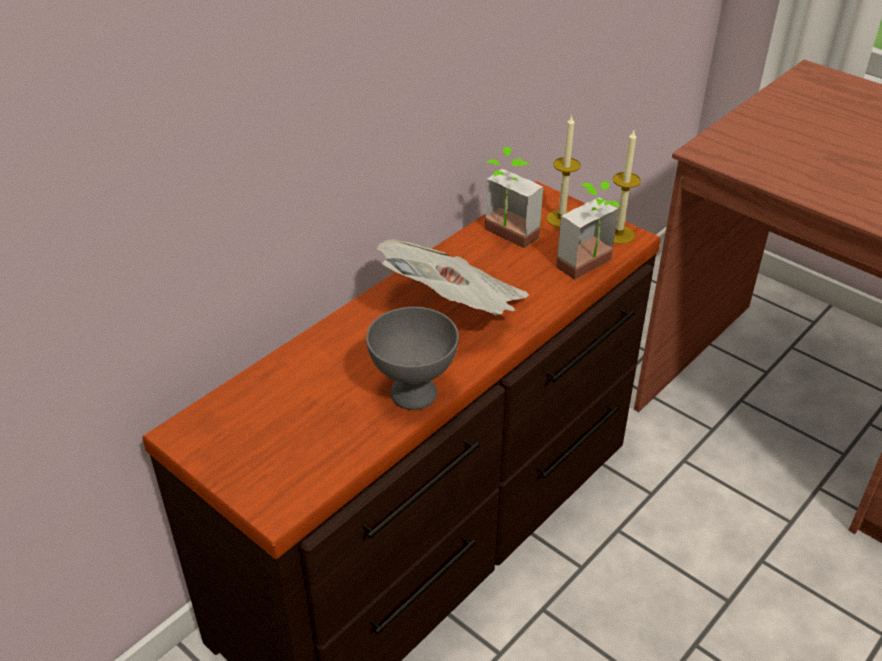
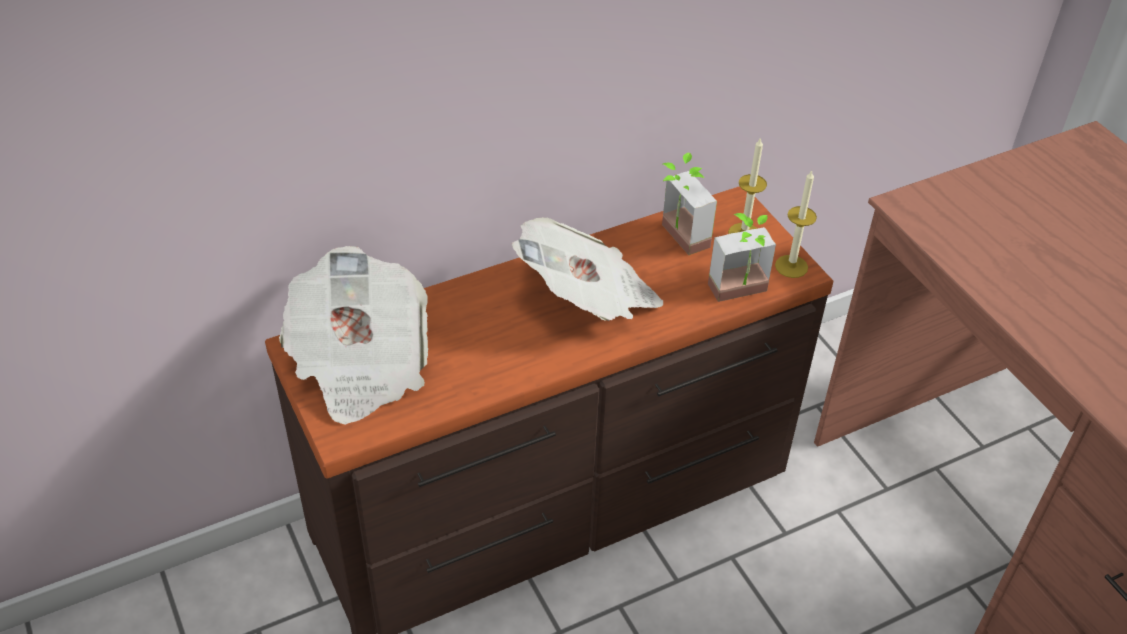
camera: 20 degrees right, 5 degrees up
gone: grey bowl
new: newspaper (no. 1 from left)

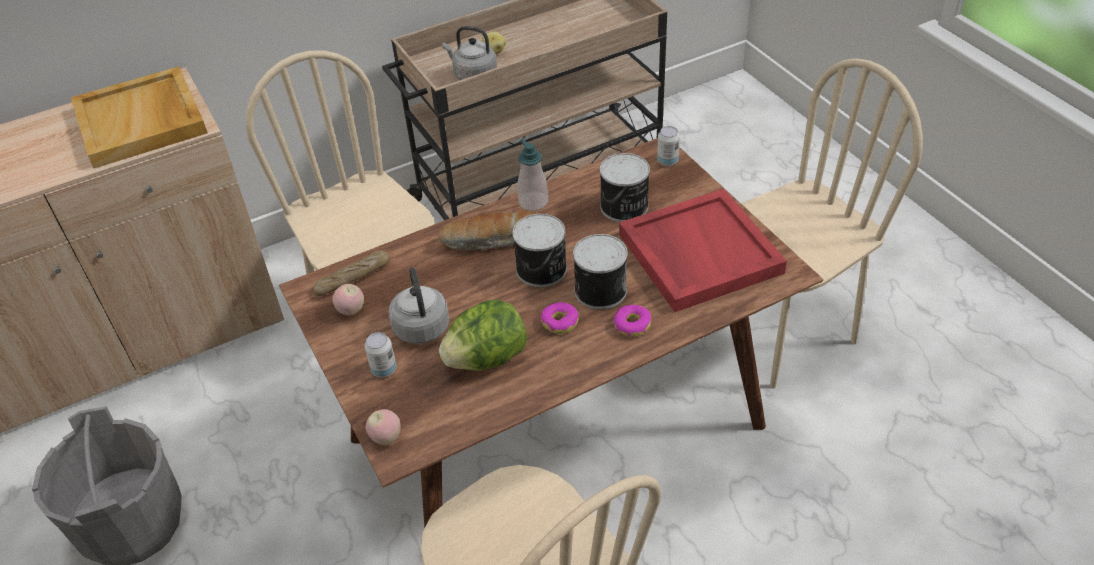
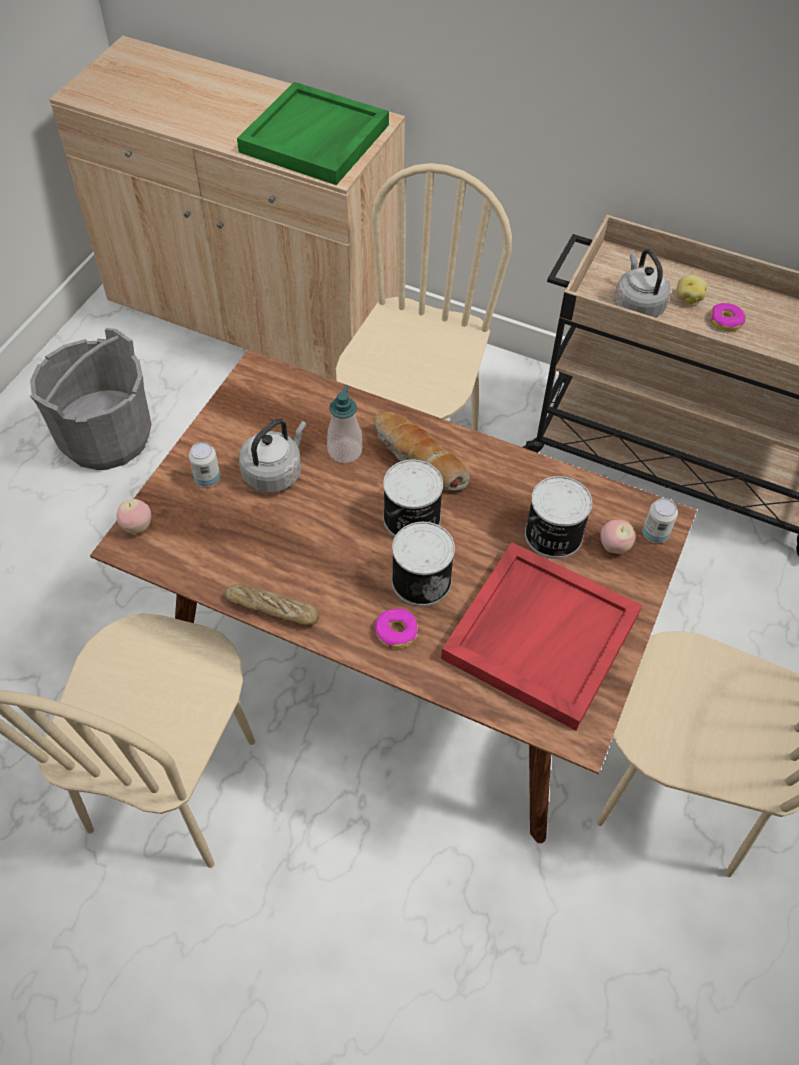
camera: 50 degrees right, 10 degrees up
gone: lettuce
shifted: bread (no. 1 from left); apple (no. 1 from left in the first image) to apple (no. 2 from left); soap dispenser; donut (no. 1 from left in the first image) to donut (no. 2 from left)
repainted: beige tray to green tray

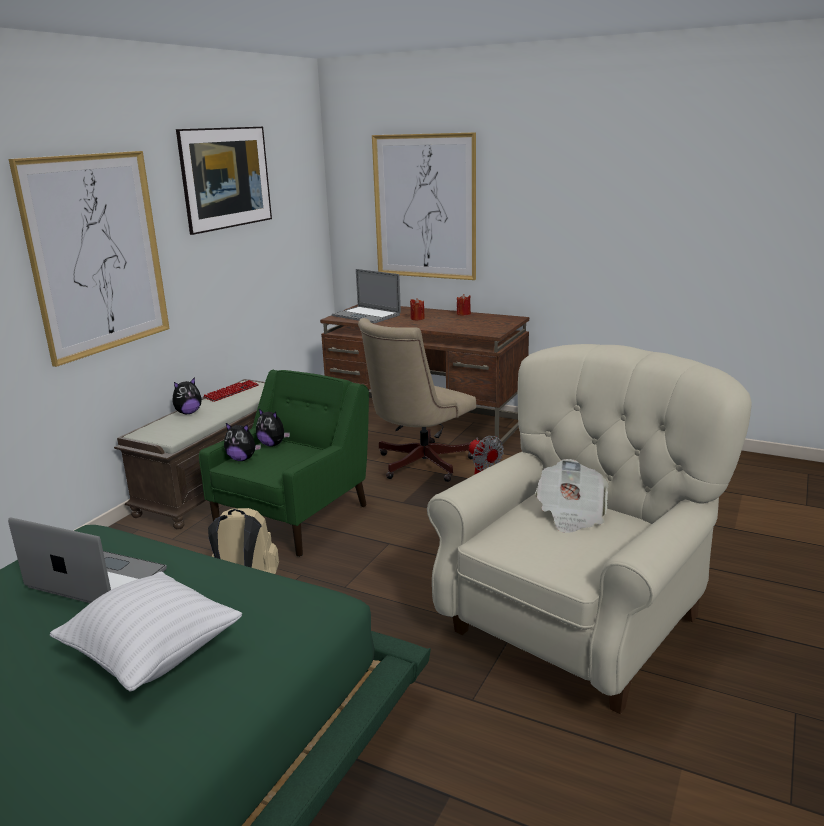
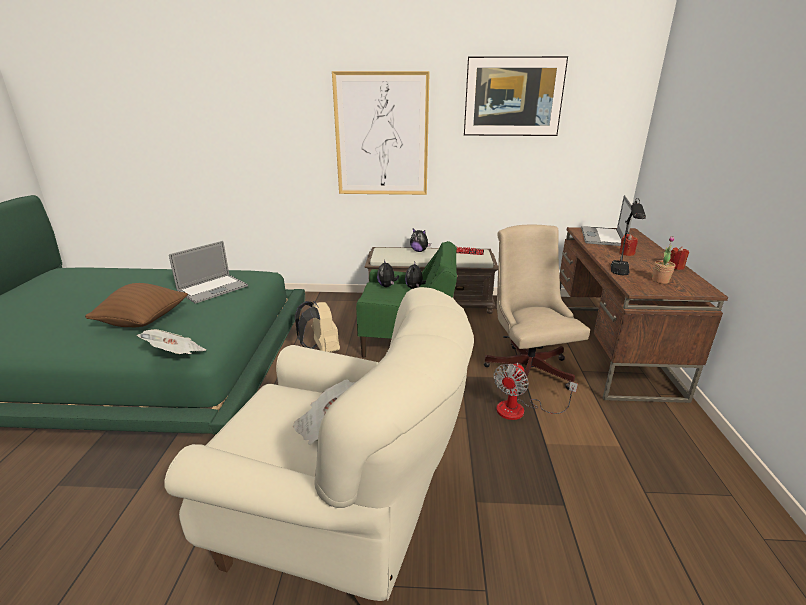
camera: 65 degrees right, 5 degrees up
gone: picture (no. 3 from left)
new: newspaper (no. 1 from left); black table lamp; potted plant
repainted: white pillow to brown pillow
rotated: laptop (no. 1 from left) 45 degrees clockwise; beige office chair 60 degrees clockwise

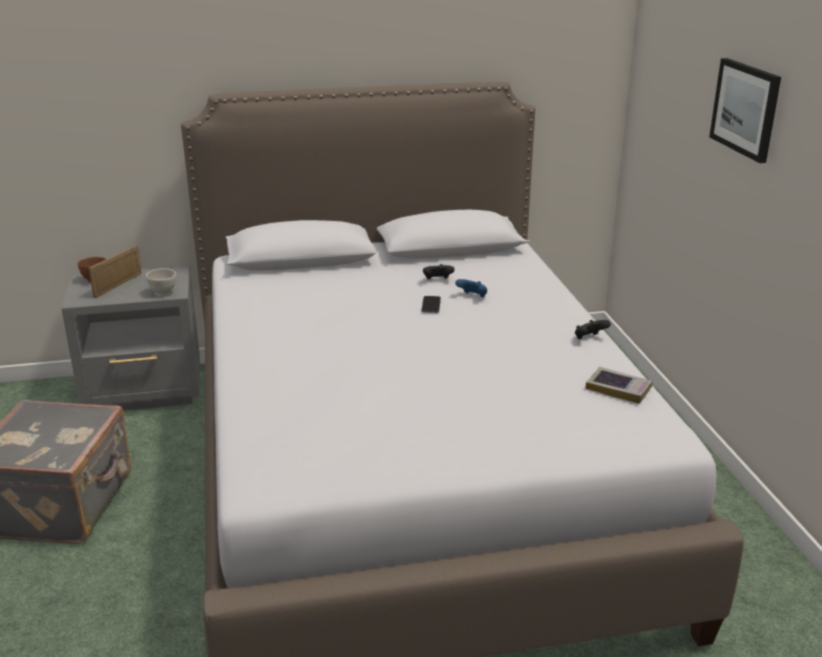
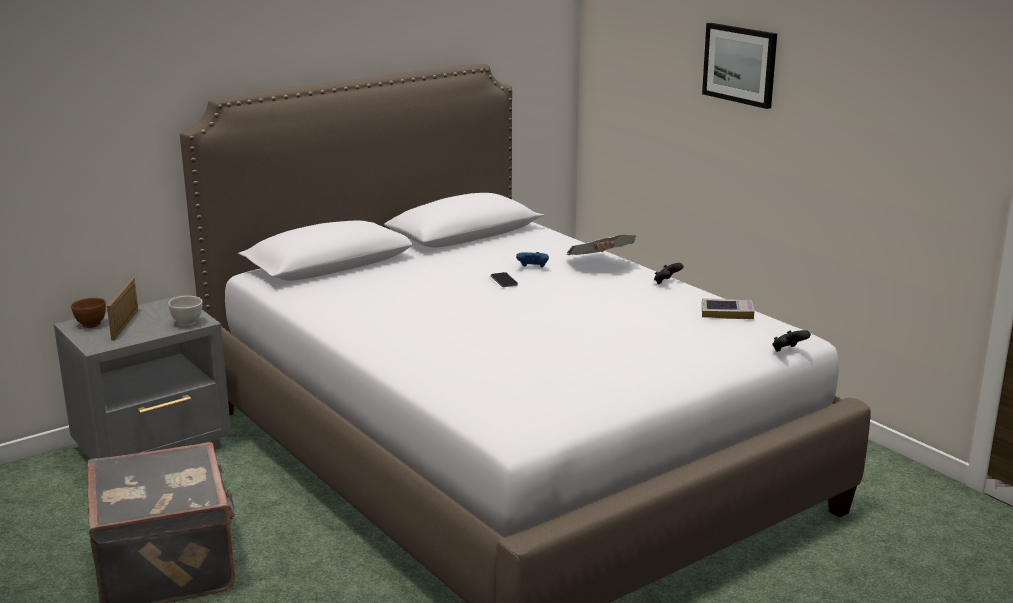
camera: 25 degrees left, 5 degrees down
new: newspaper
shifted: black game controller (no. 1 from left in the first image) to black game controller (no. 2 from left)

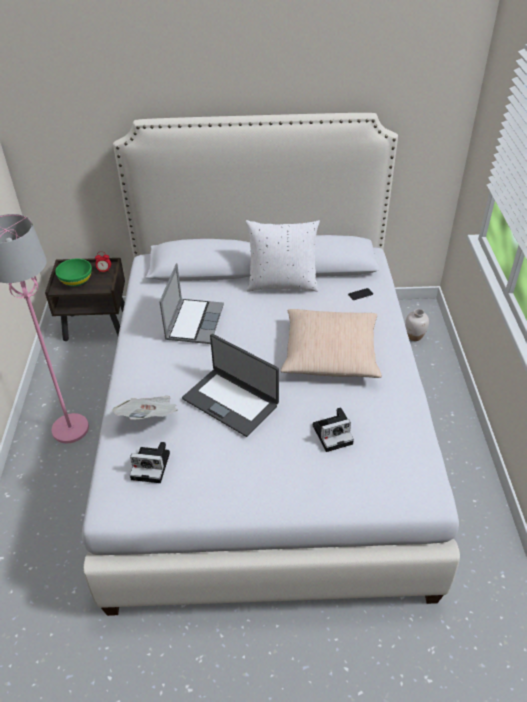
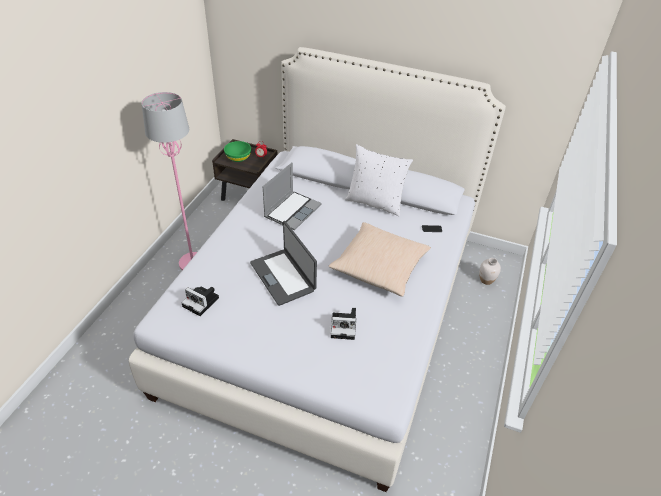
camera: 20 degrees right, 0 degrees up
gone: newspaper

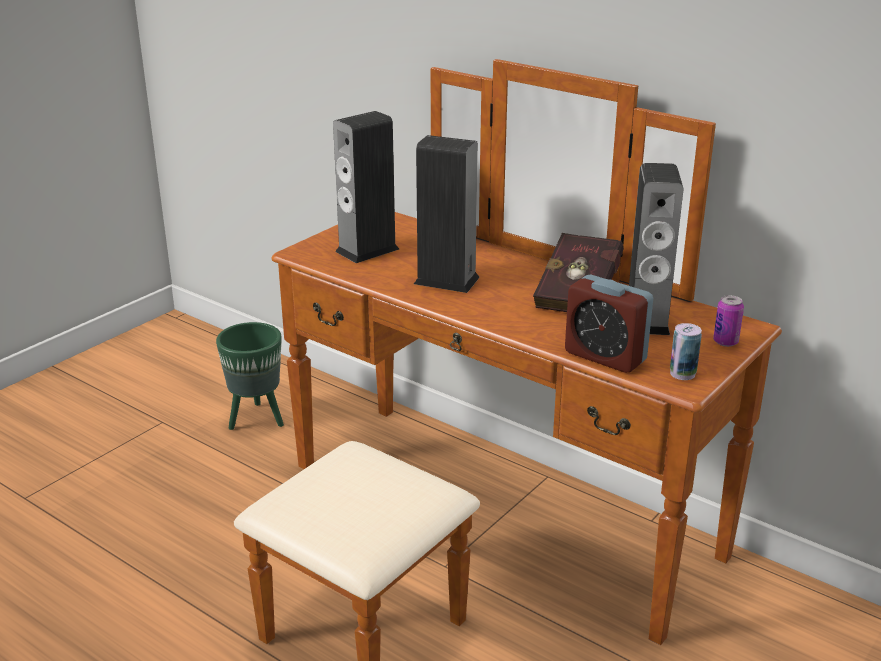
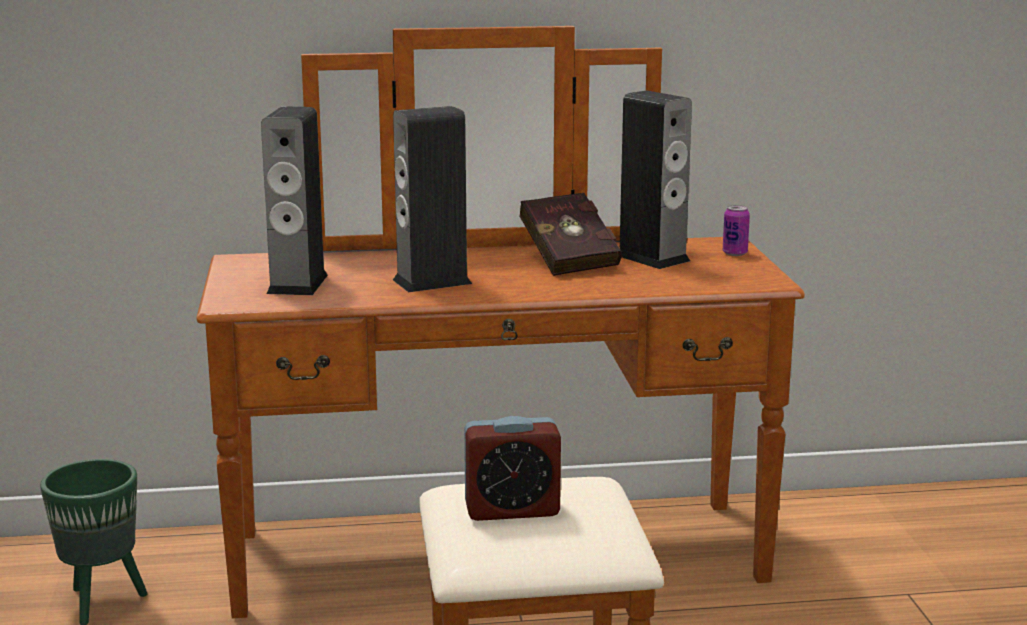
camera: 45 degrees left, 10 degrees down
gone: can (no. 1 from left)
shifted: alarm clock

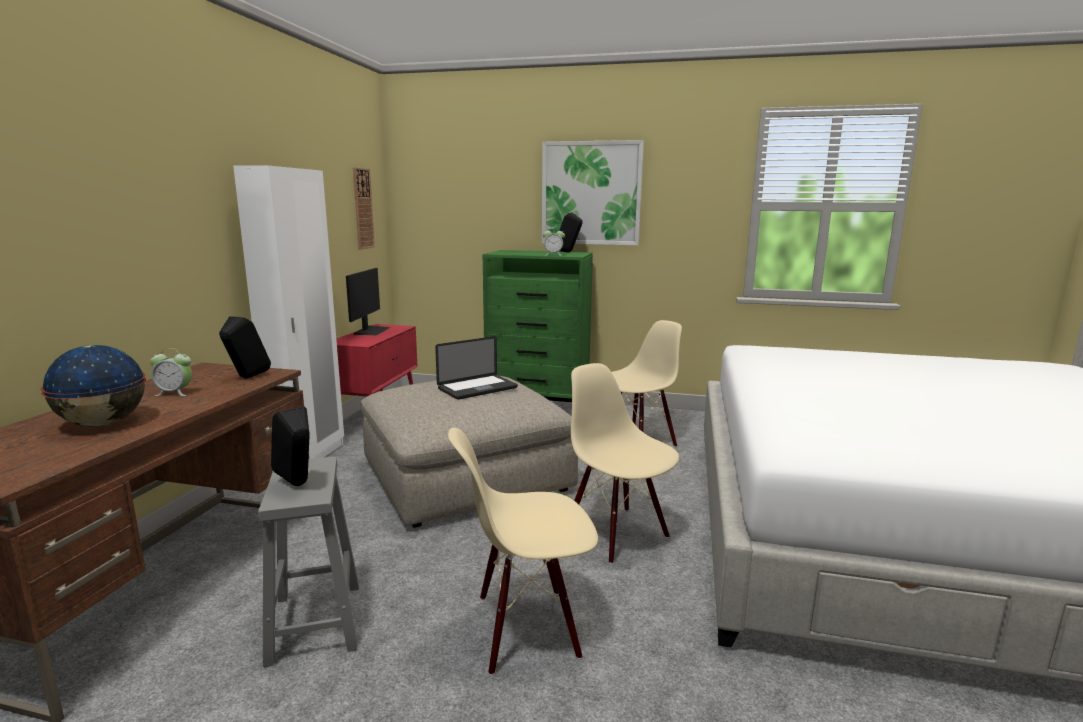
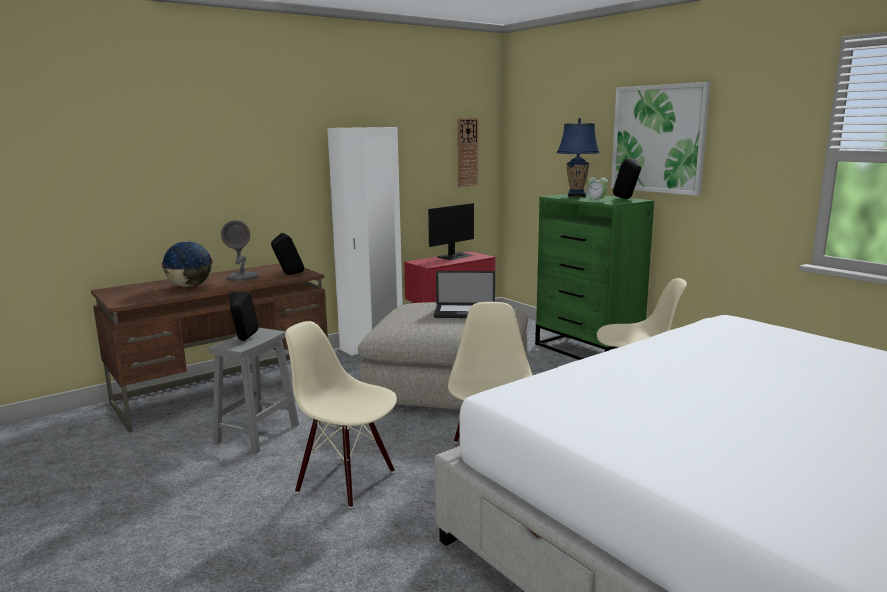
camera: 40 degrees right, 0 degrees up
new: blue table lamp
swapped: alarm clock (no. 1 from left) to grey table lamp

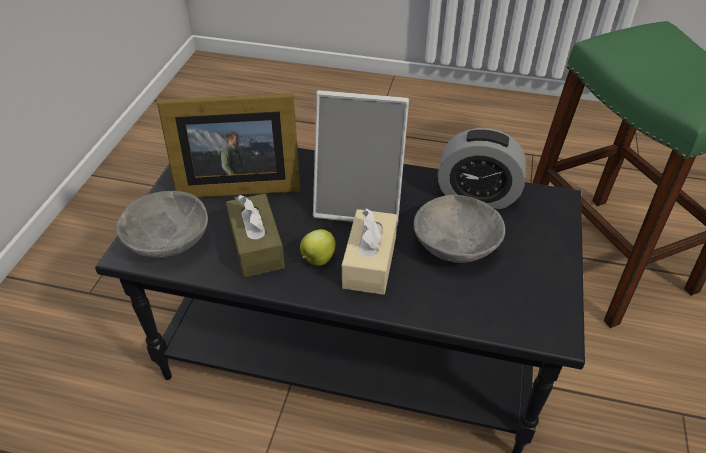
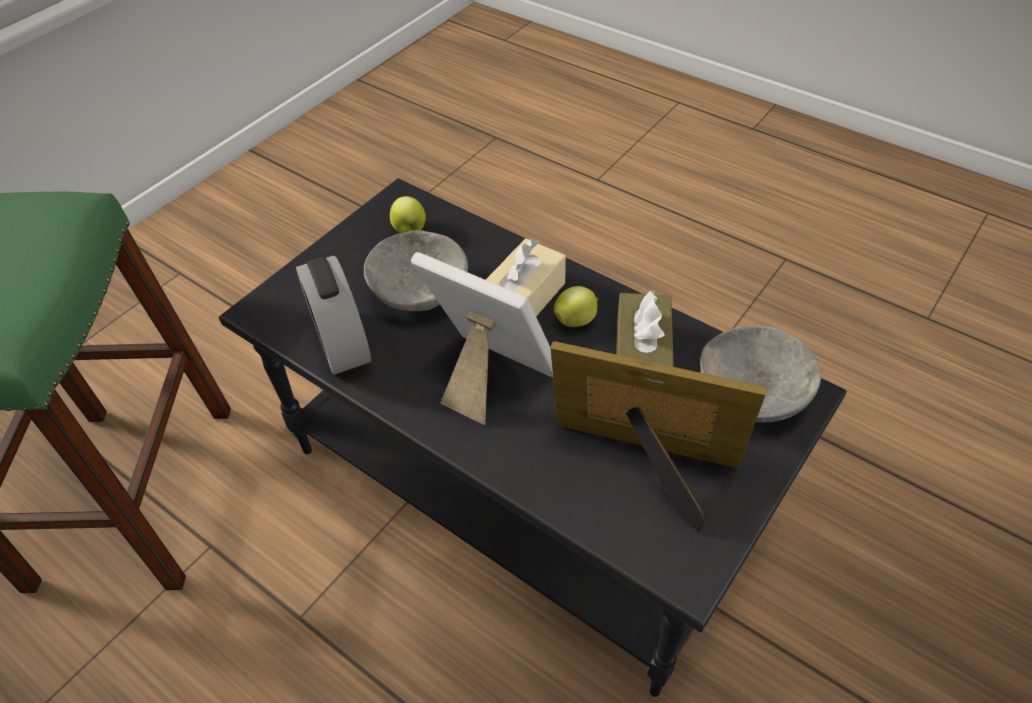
camera: 155 degrees left, 5 degrees up
new: apple (no. 1 from left)
rotated: alarm clock 150 degrees counterclockwise

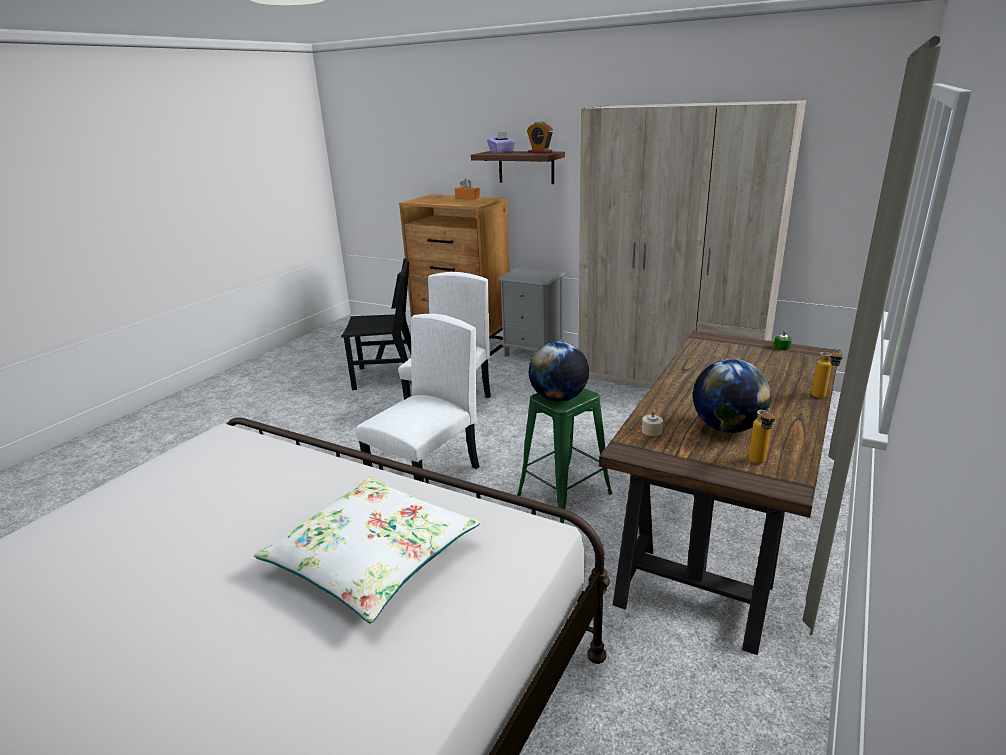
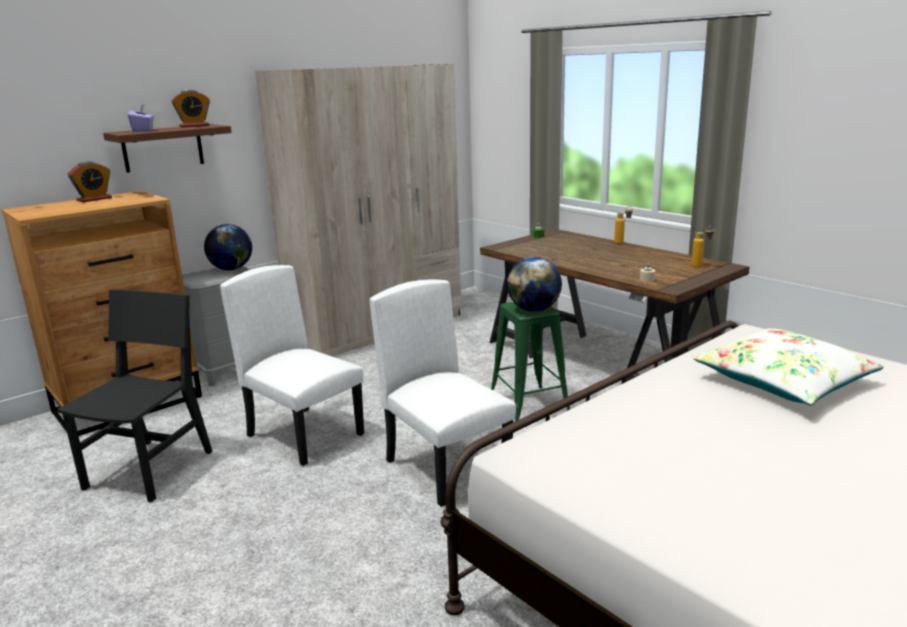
camera: 70 degrees left, 5 degrees down
shifted: globe (no. 2 from left in the first image) to globe (no. 1 from left)
swapped: orange tissue box to alarm clock (no. 1 from left)

